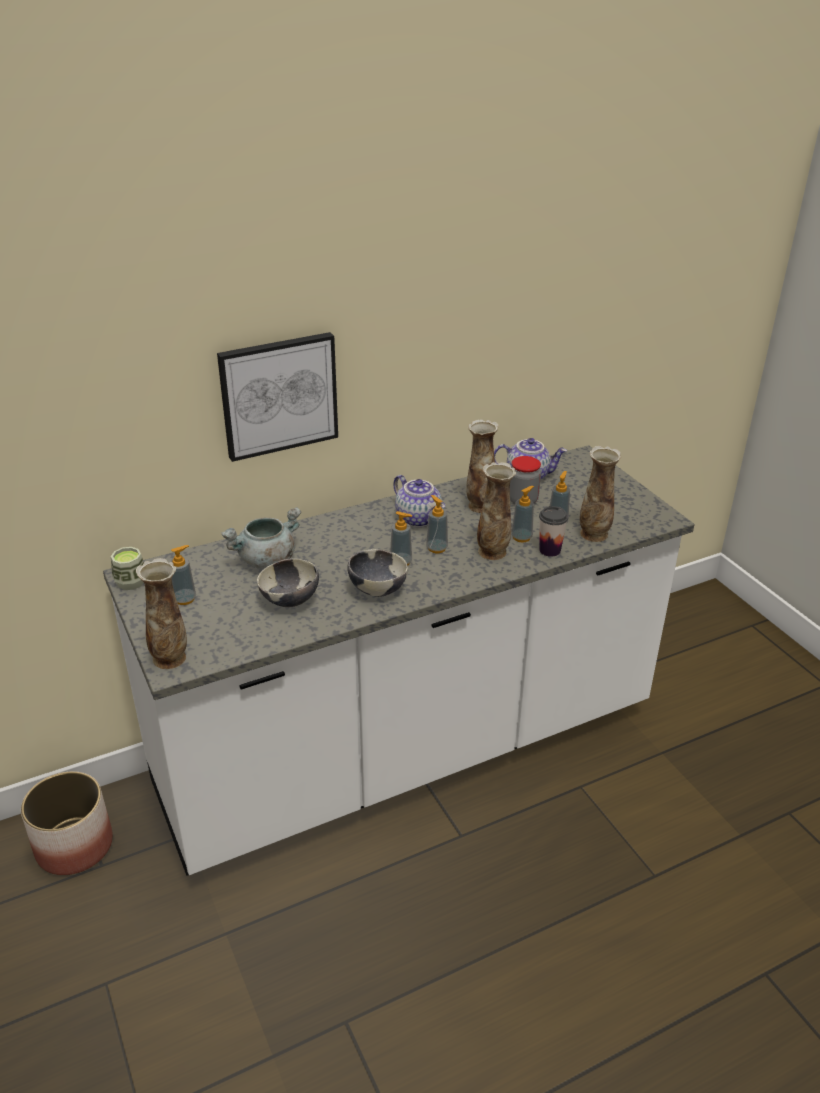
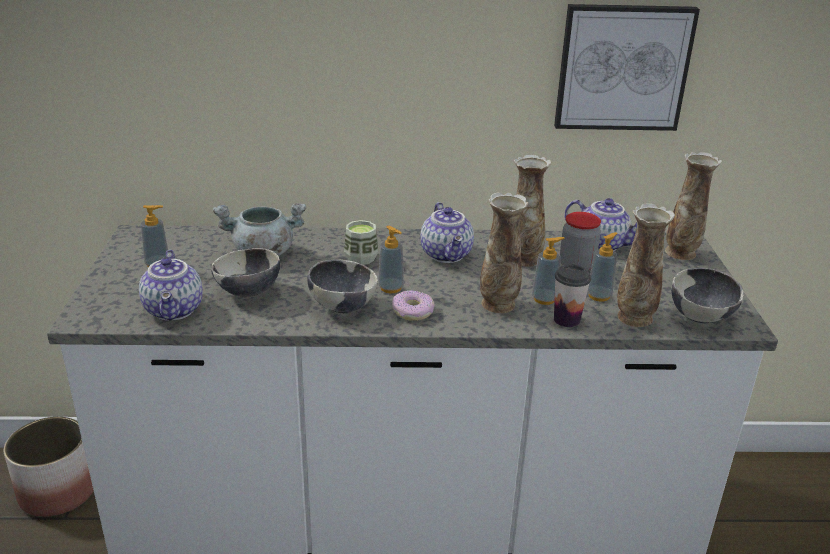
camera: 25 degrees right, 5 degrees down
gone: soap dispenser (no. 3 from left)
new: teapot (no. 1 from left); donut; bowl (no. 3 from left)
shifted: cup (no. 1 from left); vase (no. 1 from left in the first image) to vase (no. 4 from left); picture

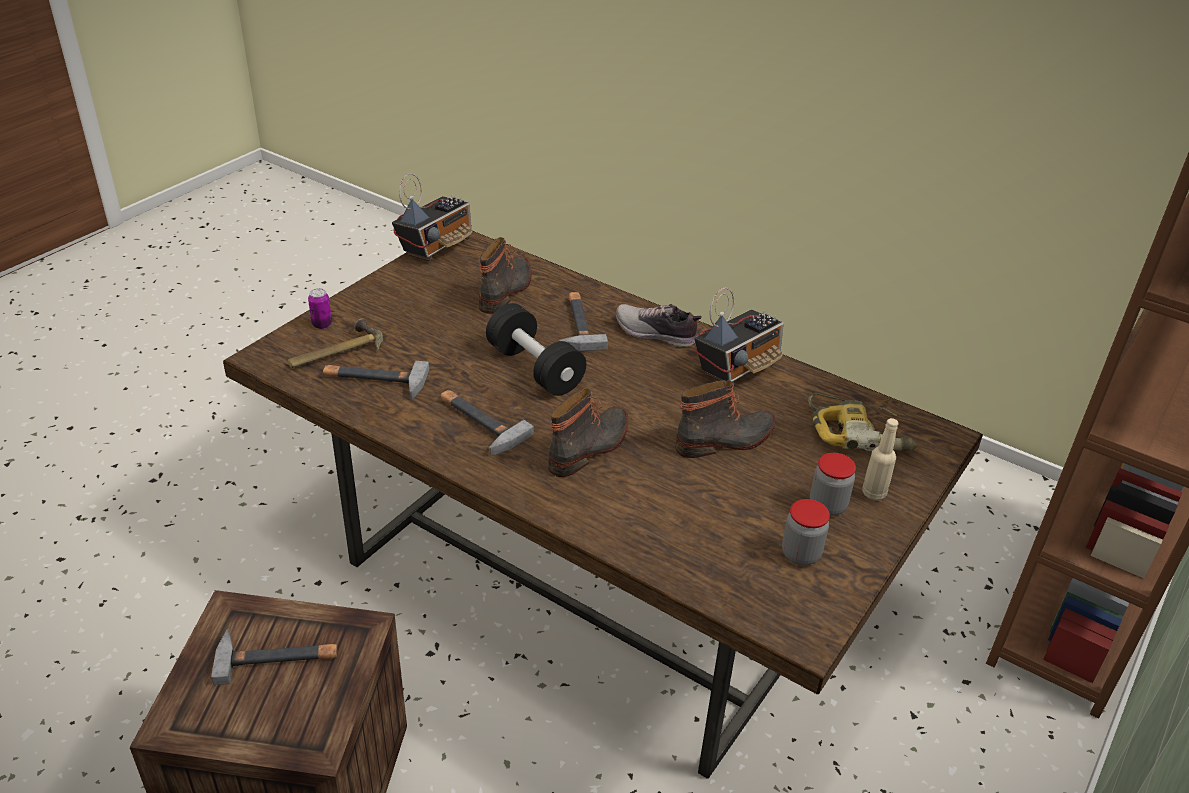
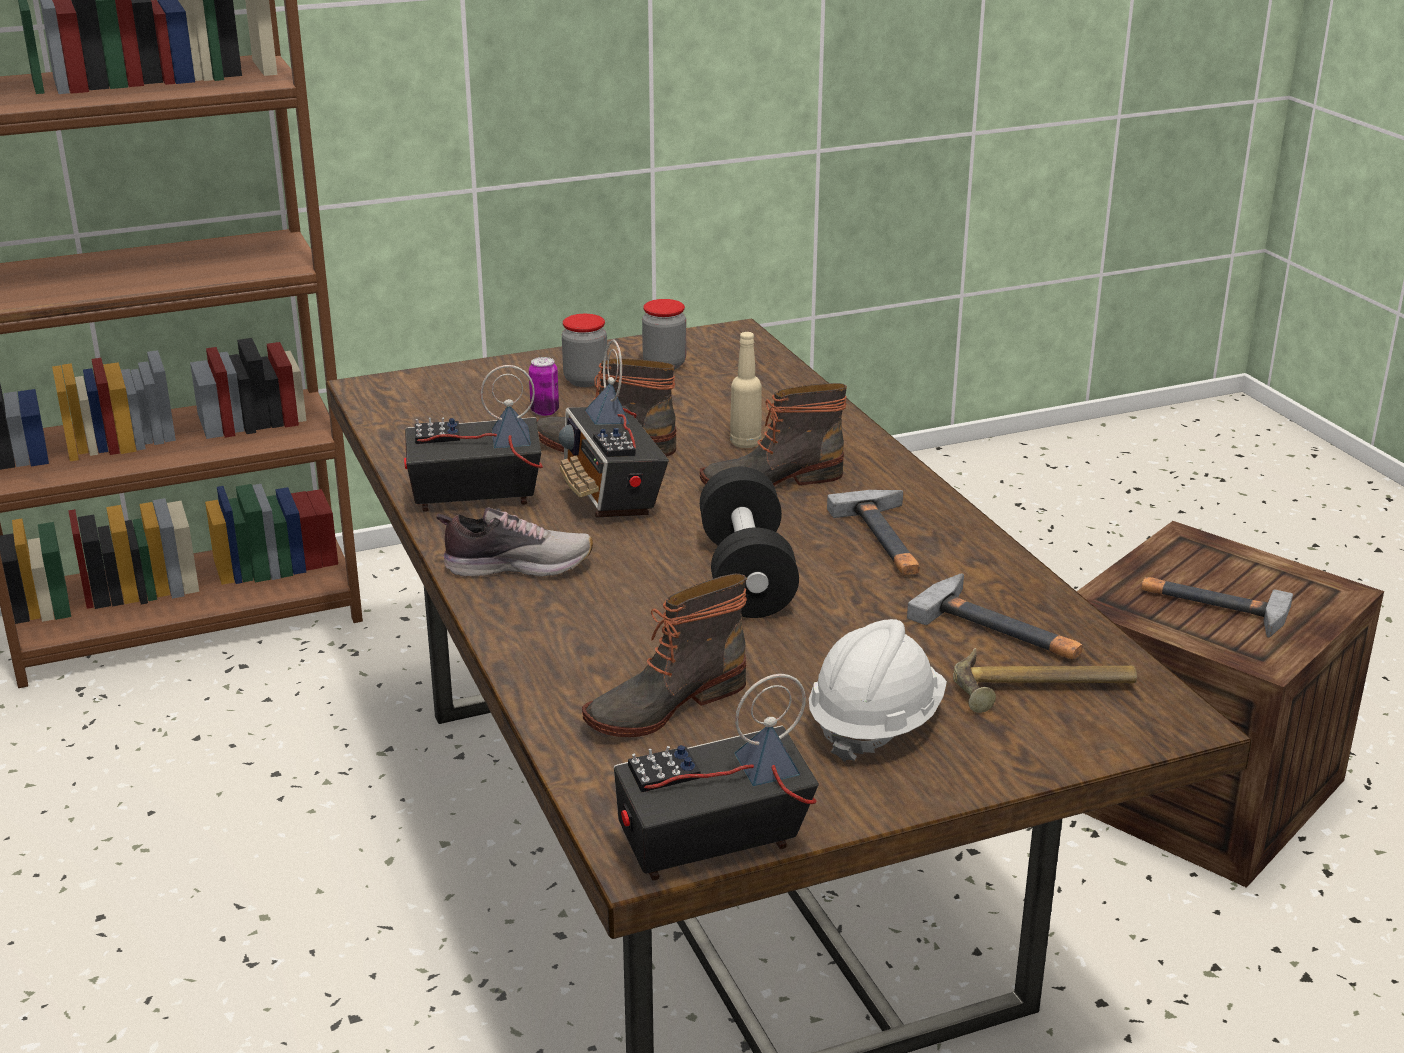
camera: 145 degrees left, 10 degrees down
gone: hammer (no. 5 from left); power drill
new: radio (no. 2 from left); white hard hat
shifted: can; beige bottle
rotated: shoe 60 degrees counterclockwise

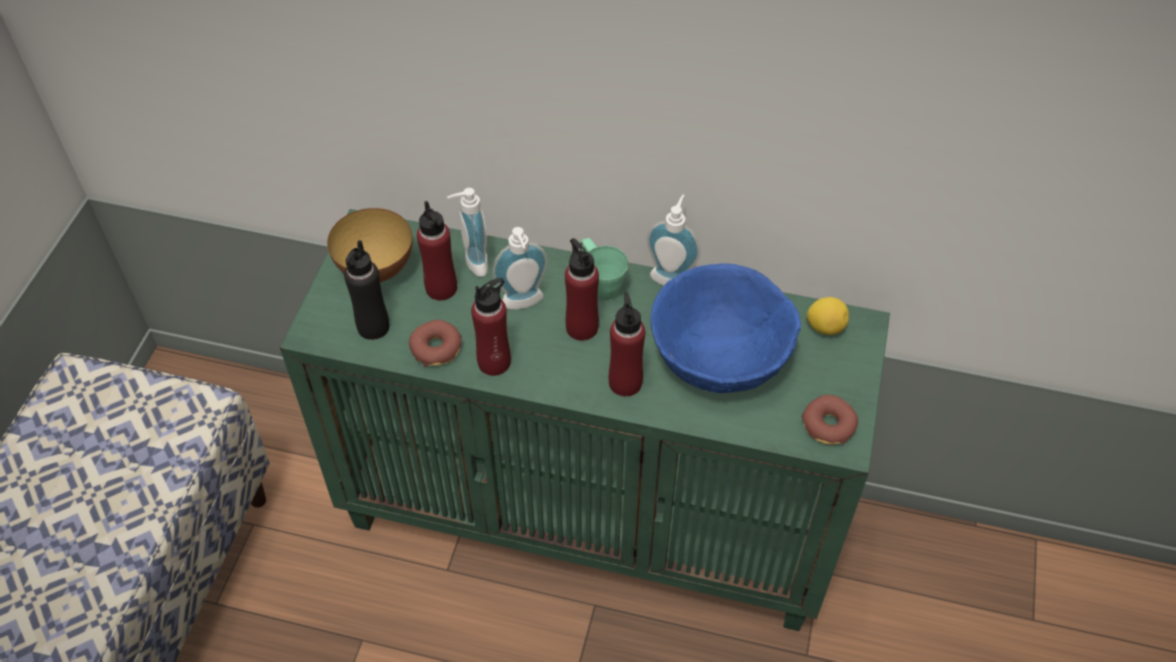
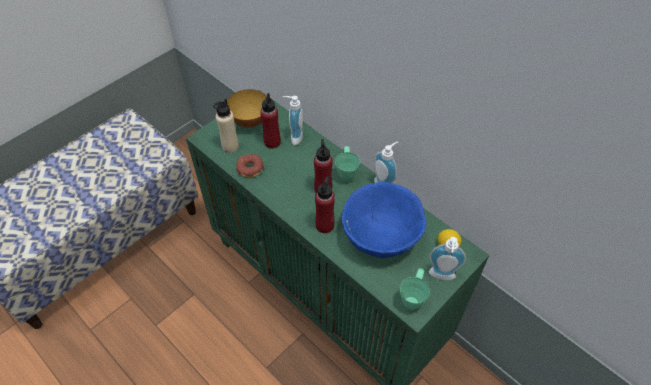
camera: 30 degrees right, 0 degrees up
gone: red bottle (no. 2 from left)
shifted: soap dispenser (no. 2 from left in the first image) to soap dispenser (no. 3 from left)
swapped: donut (no. 2 from left) to green mug (no. 2 from left)
repainted: black bottle to beige bottle

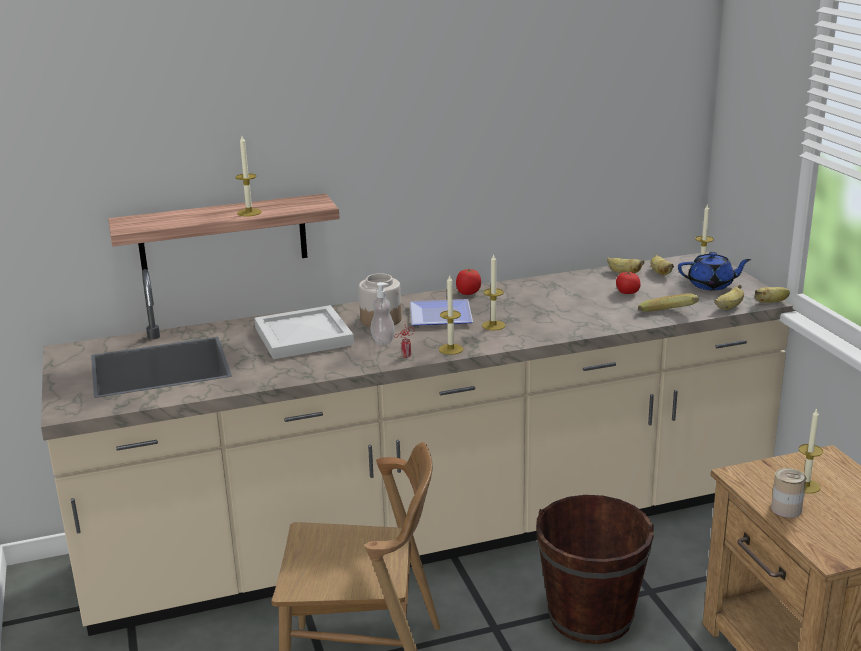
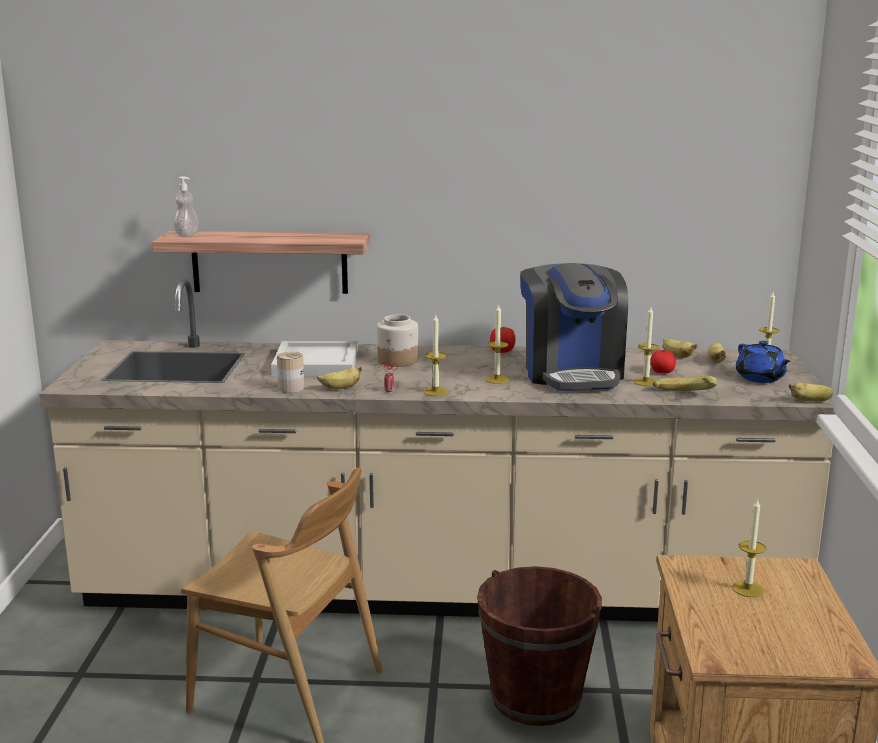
camera: 20 degrees right, 5 degrees down
gone: plate
new: coffee machine
shifted: candle (no. 1 from left in the first image) to candle (no. 3 from left); soap dispenser; banana (no. 4 from left in the first image) to banana (no. 1 from left); can (no. 2 from left in the first image) to can (no. 1 from left)
rotated: blue teapot 45 degrees clockwise

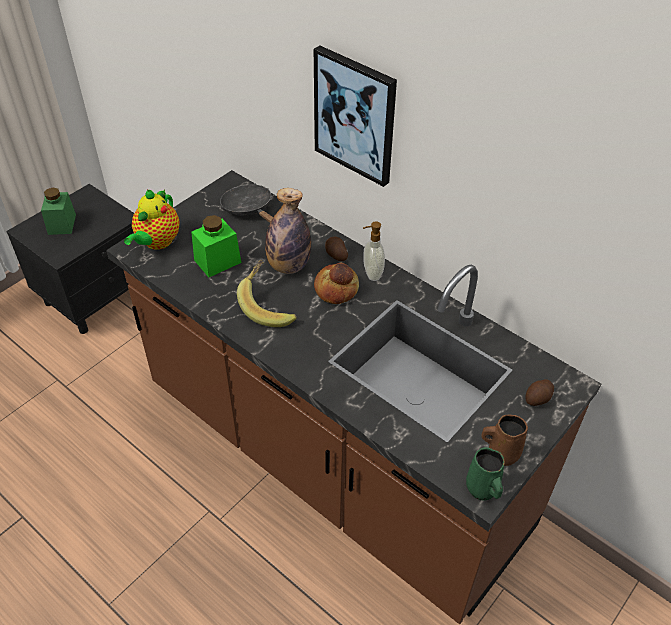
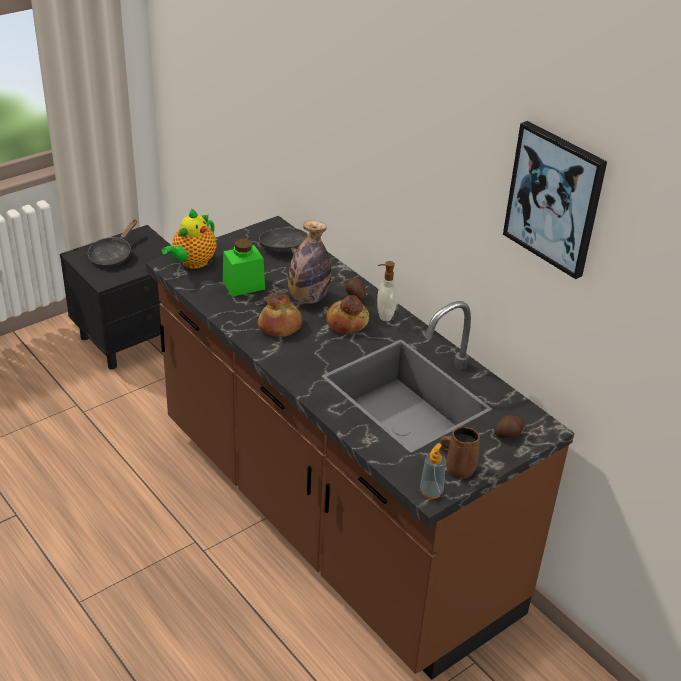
camera: 10 degrees right, 10 degrees down
shifted: picture
swapped: green jar (no. 1 from left) to black frying pan (no. 1 from left); banana to bread (no. 1 from left); green mug to soap dispenser (no. 2 from left)

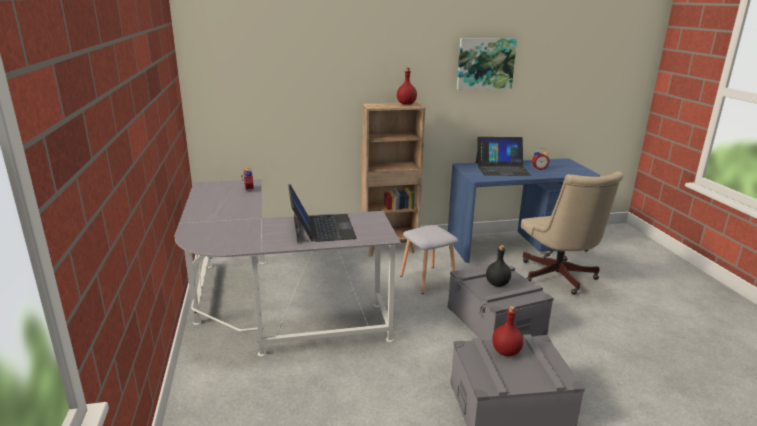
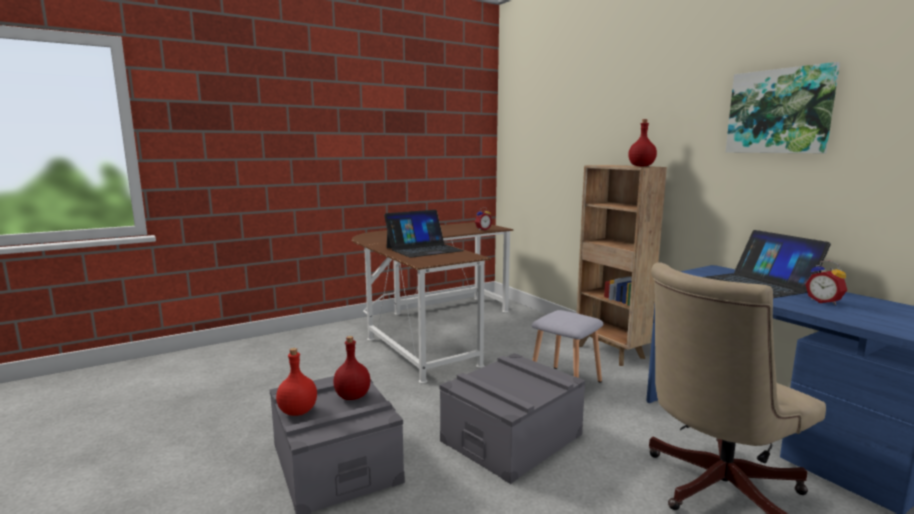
camera: 70 degrees right, 10 degrees down
gone: black bottle
new: red bottle (no. 1 from left)
repainted: grey desk to brown desk

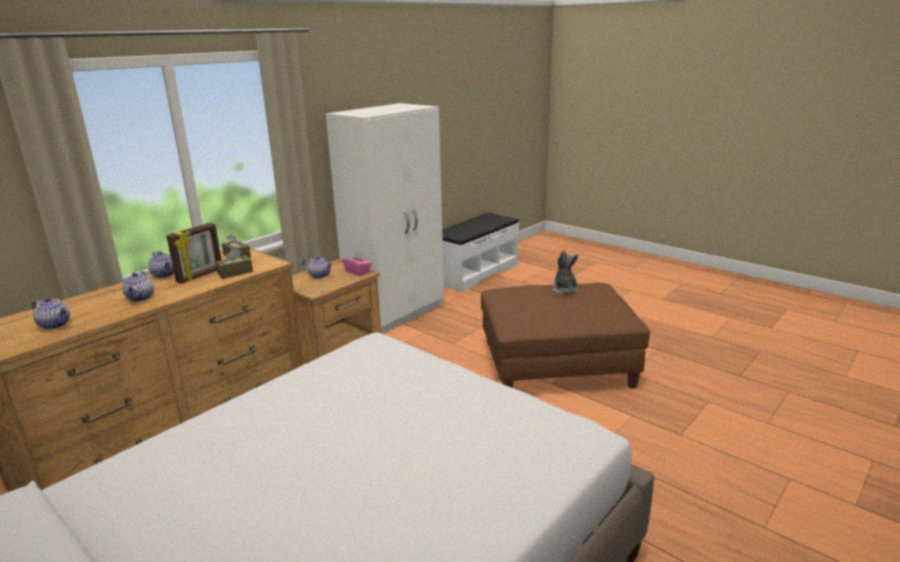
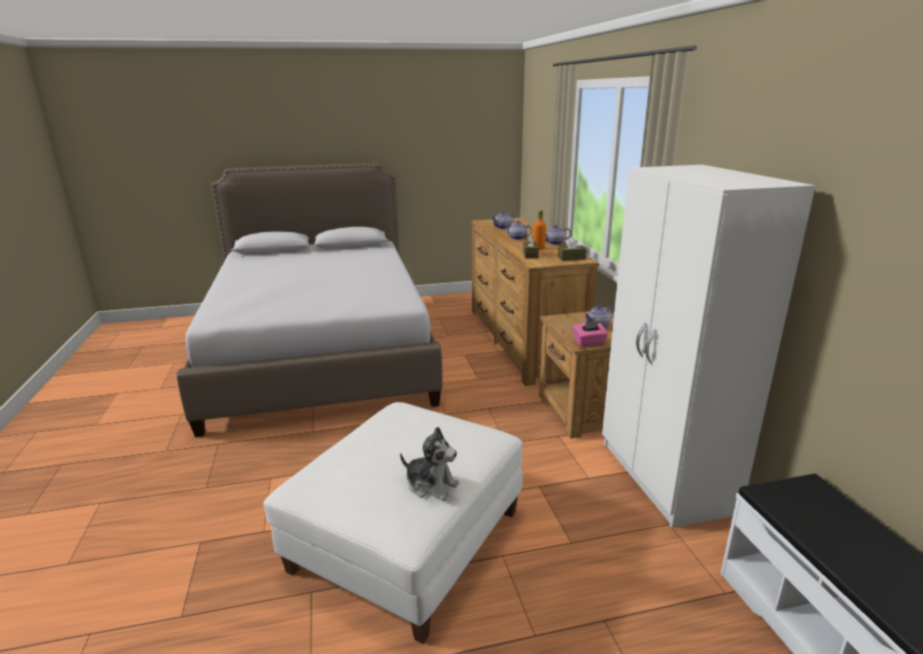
camera: 125 degrees right, 0 degrees up
swapped: picture frame to orange bottle
repainted: brown ottoman to white ottoman

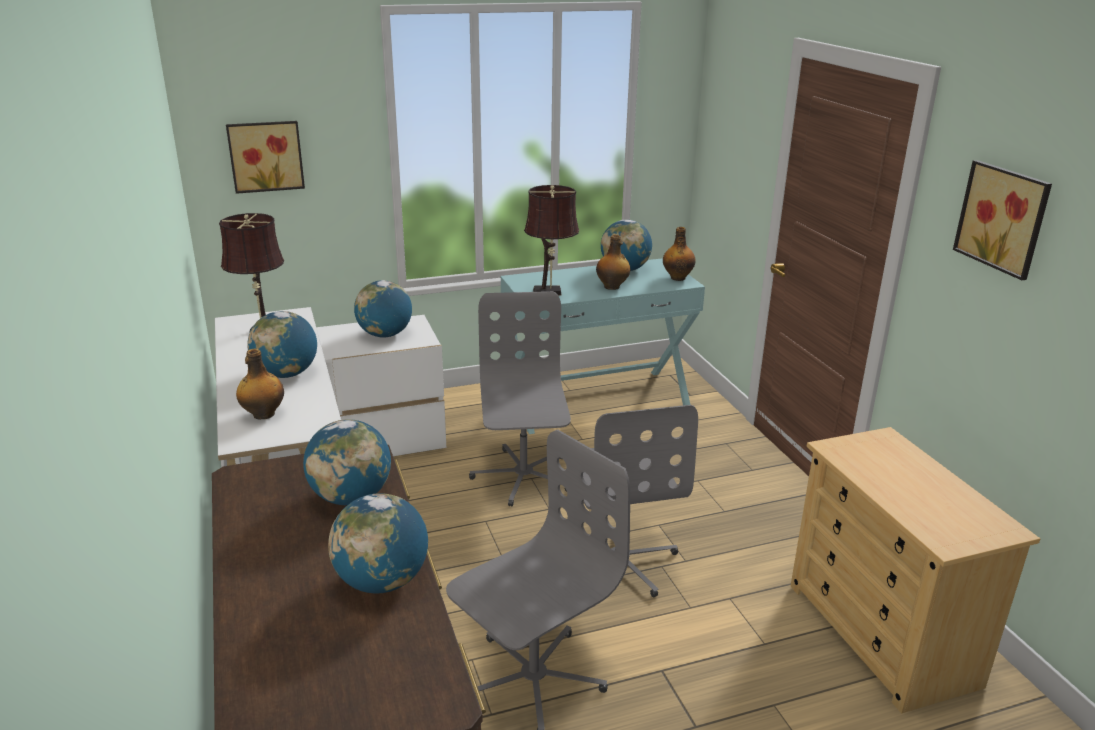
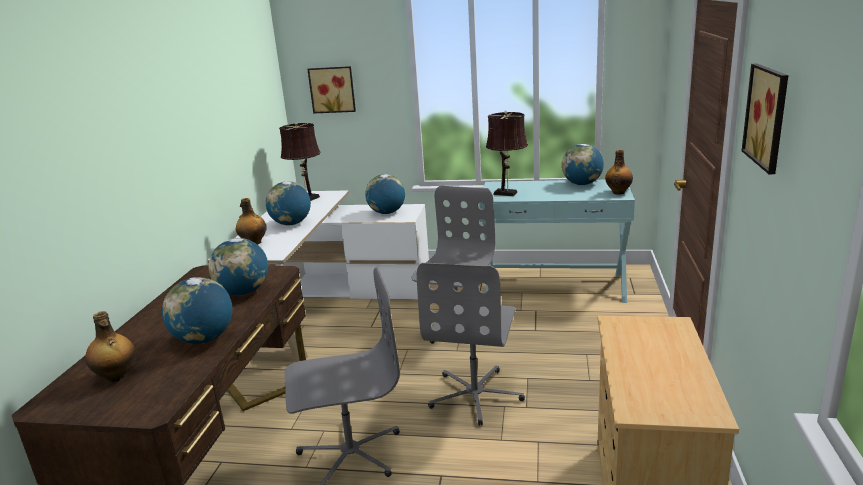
camera: 30 degrees right, 5 degrees down
shifted: bottle (no. 2 from left in the first image) to bottle (no. 1 from left)

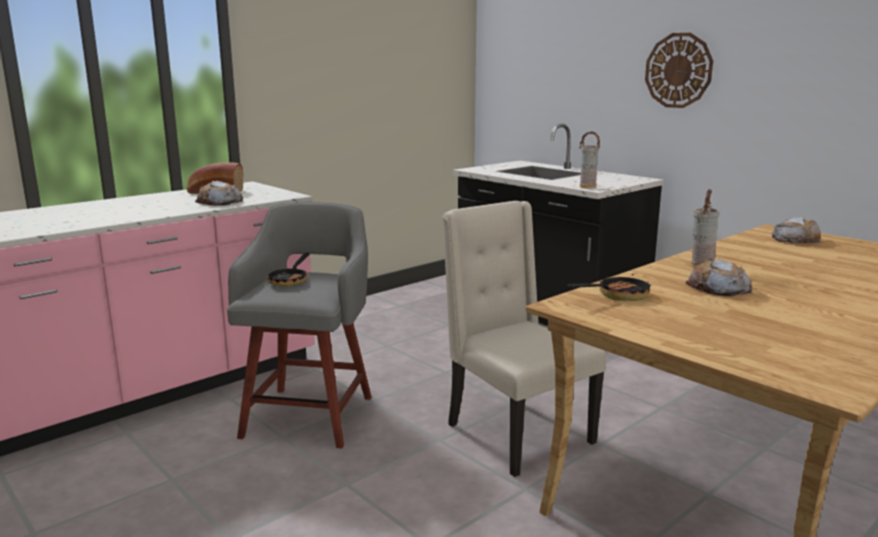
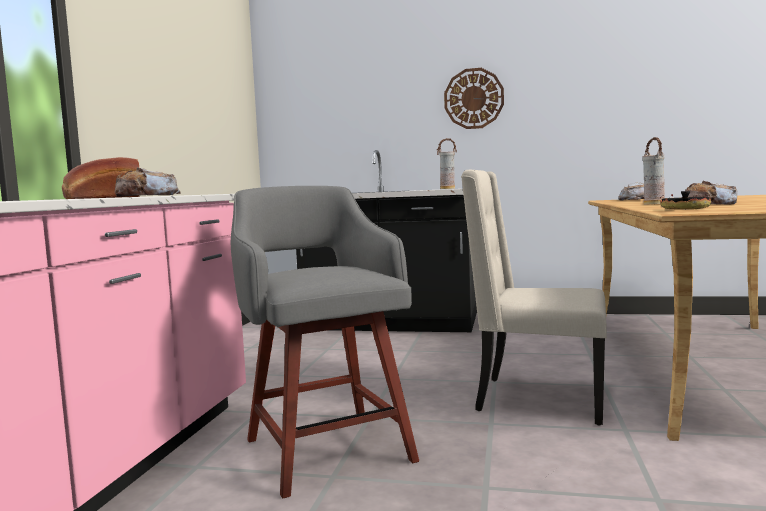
camera: 35 degrees left, 10 degrees down
gone: frying pan (no. 1 from left)

